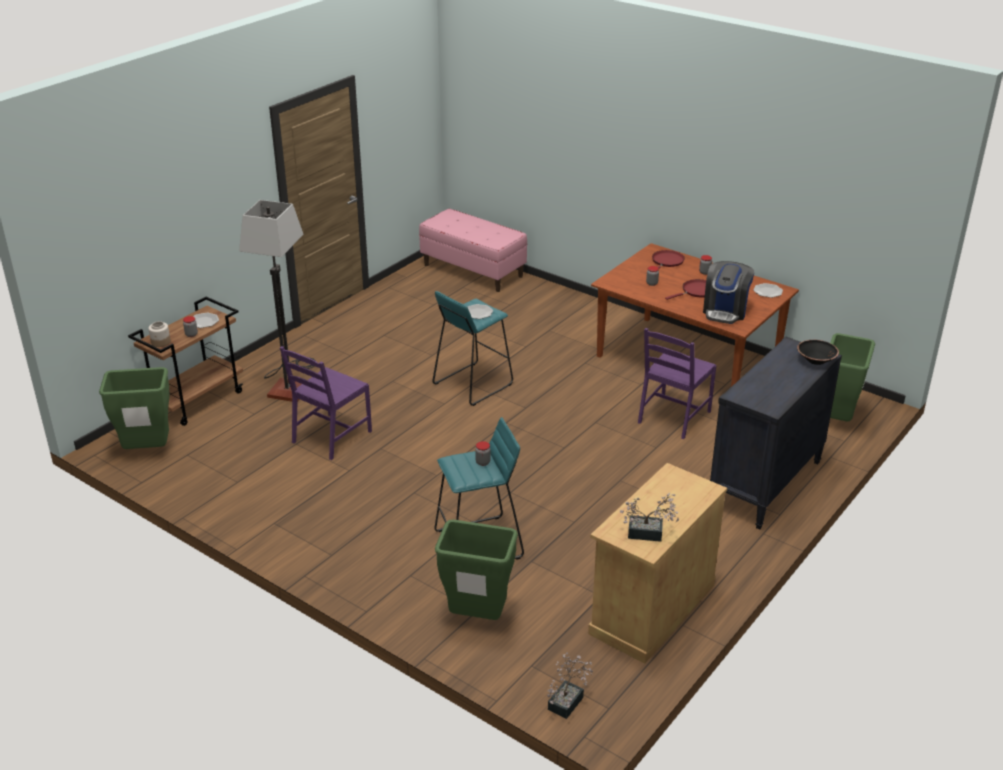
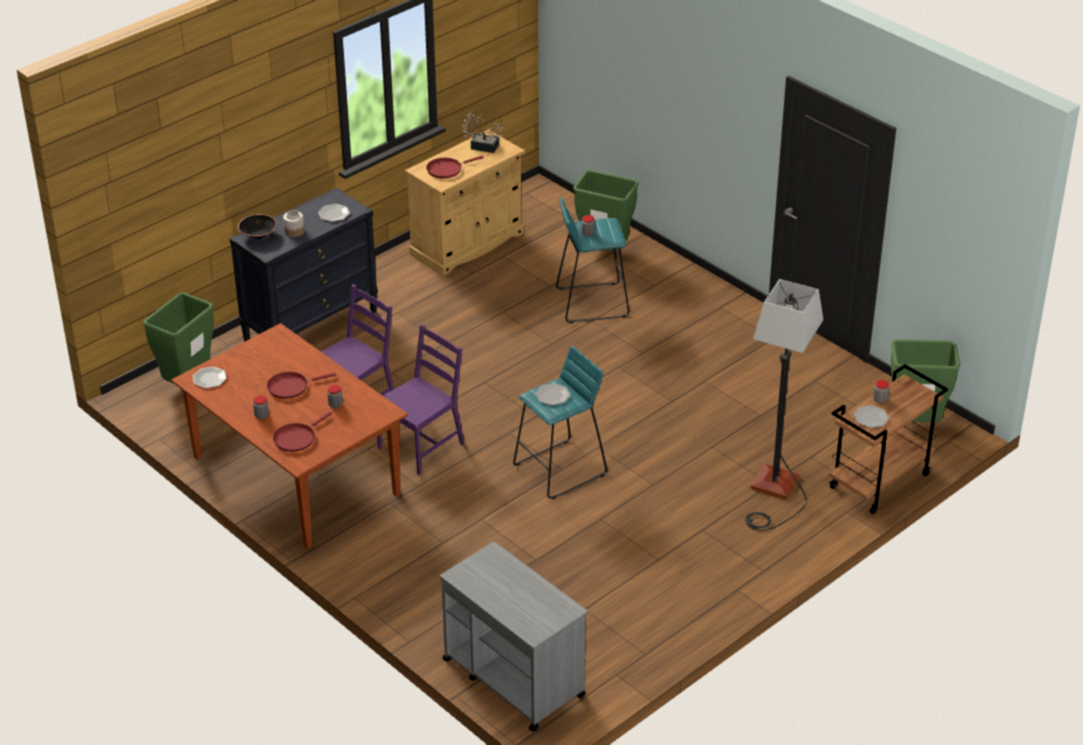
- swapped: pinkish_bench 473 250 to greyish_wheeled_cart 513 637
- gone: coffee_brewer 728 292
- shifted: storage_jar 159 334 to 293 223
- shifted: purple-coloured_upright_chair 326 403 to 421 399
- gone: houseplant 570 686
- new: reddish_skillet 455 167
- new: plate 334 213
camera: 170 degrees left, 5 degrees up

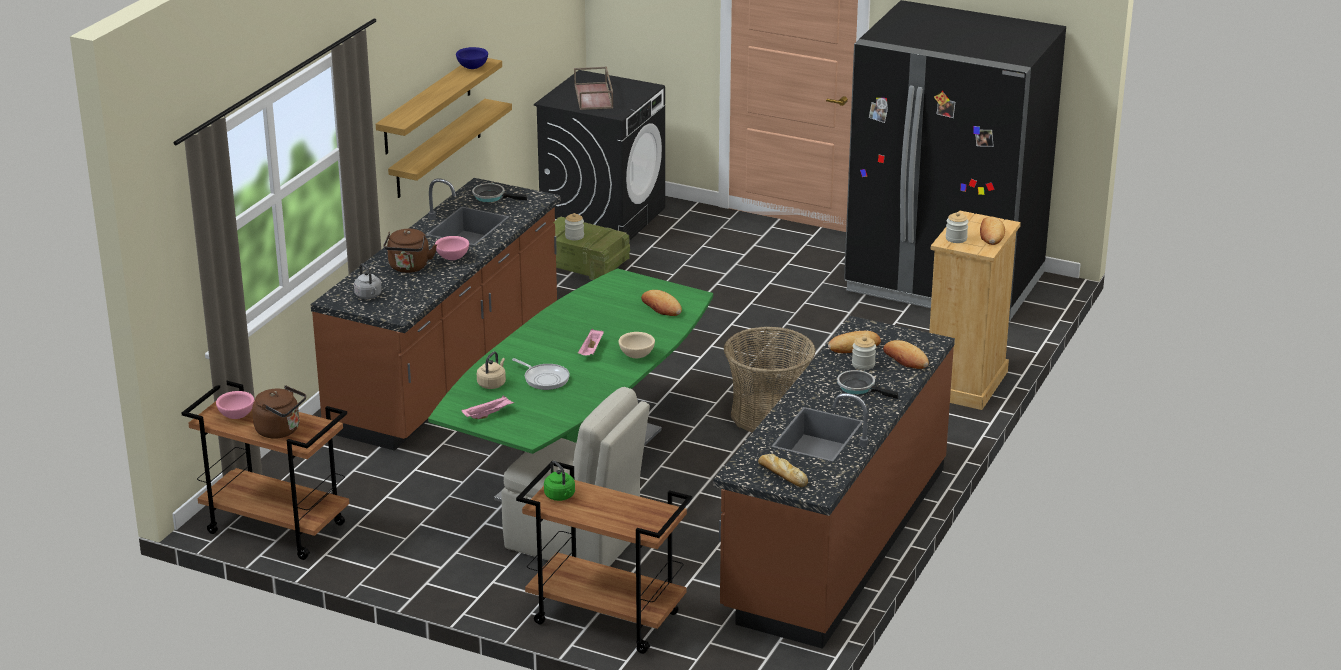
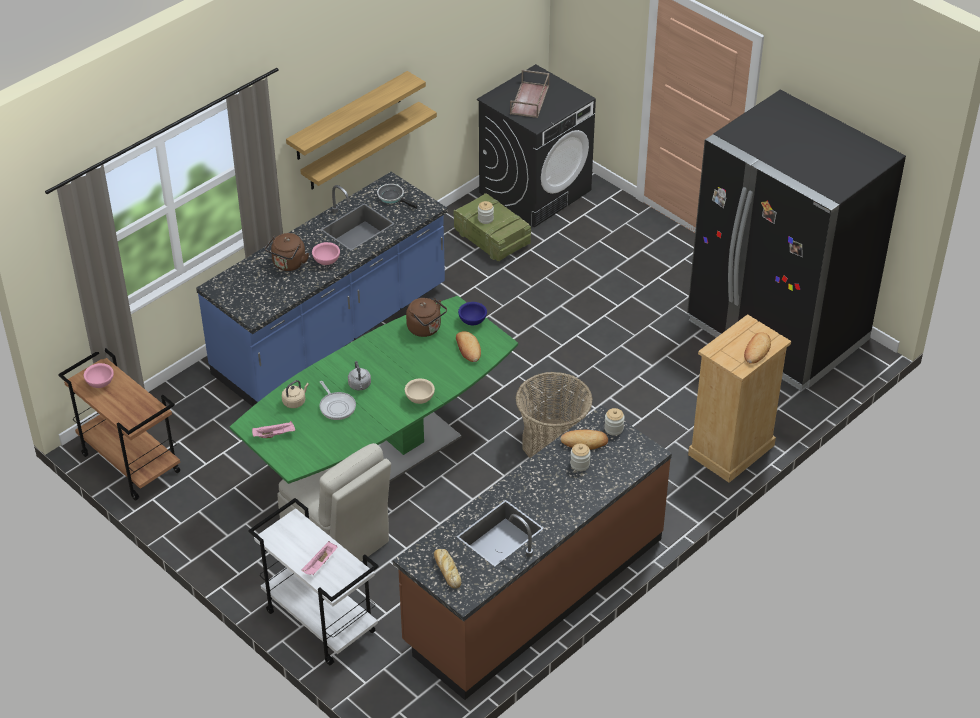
- shifted: blue-coloured_bowl 472 58 to 472 313
- repainted: brown_counter 436 314 to blue-coloured_counter 322 289
- shifted: storage_jar 957 227 to 614 422
- shifted: greyish_tea_kettle 368 281 to 359 376
- shifted: pinkish_tray 591 342 to 319 558
- gone: bakery_bread 906 354
- gone: skillet 867 384
- shifted: brown_tea_kettle 279 412 to 426 317
- repainted: brown_wheeled_cart 604 557 to whitish_wheeled_cart 313 581
- gone: green_tea_kettle 559 481
camera: 20 degrees right, 15 degrees up

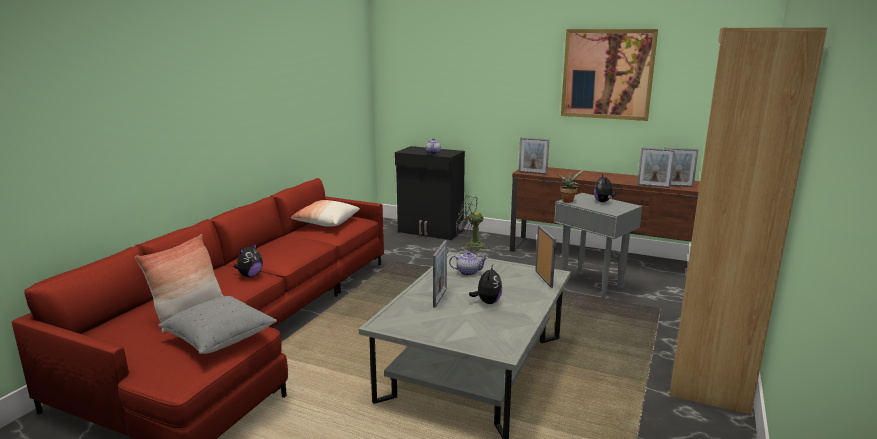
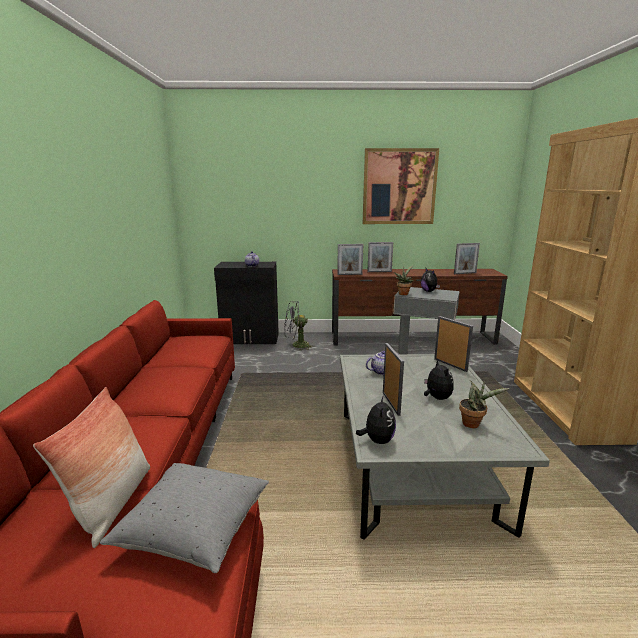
- shifted: photo_frame 656 167 to 380 257
- gone: throw_pillow 325 213
- shifted: cuddly_toy 248 259 to 376 419
- new: houseplant 484 404
camera: 25 degrees left, 0 degrees up

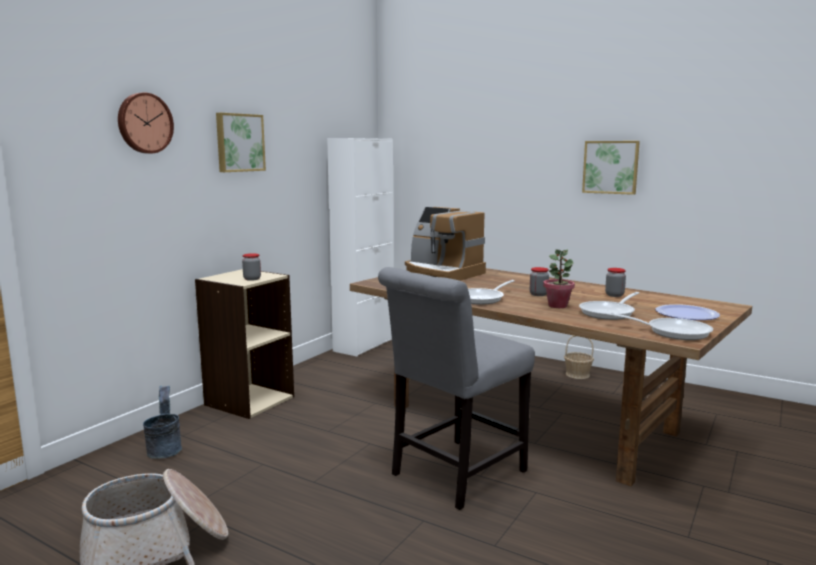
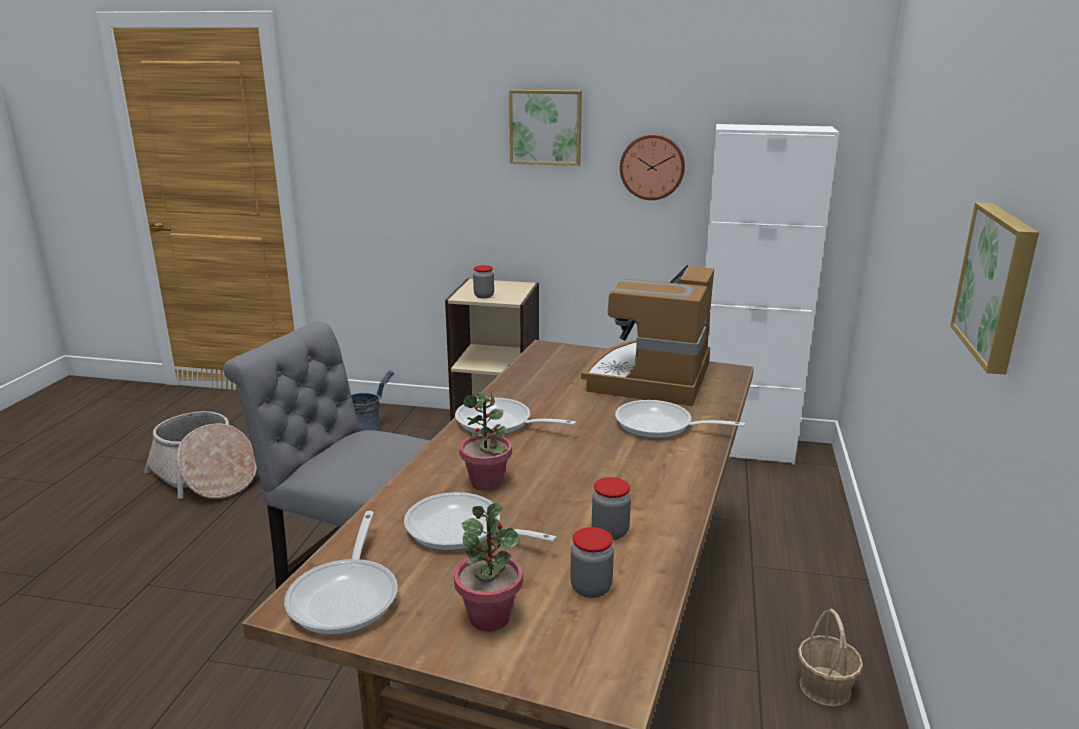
- shifted: clock_on_the_wall 146 123 to 652 167
- shifted: storage_jar 539 281 to 592 562
- swapped: plate 687 312 to houseplant 488 567
- new: skillet 680 419
camera: 70 degrees right, 10 degrees up

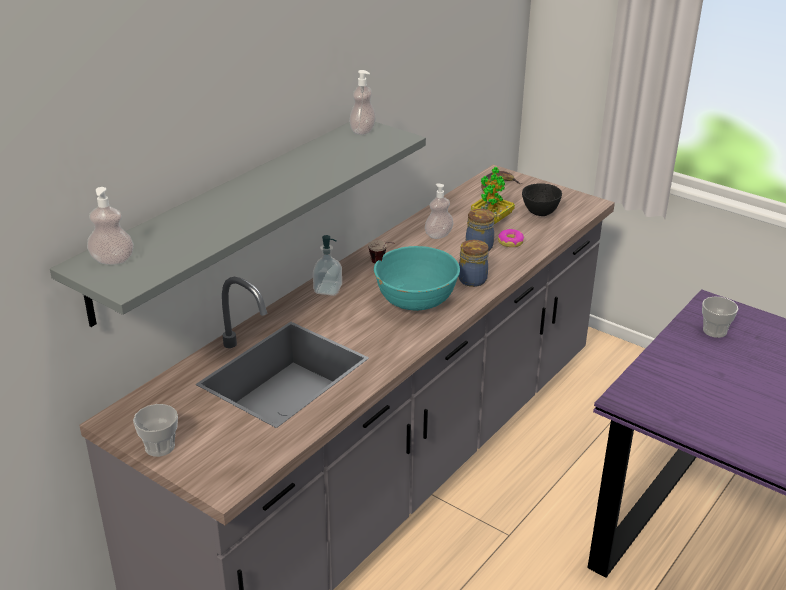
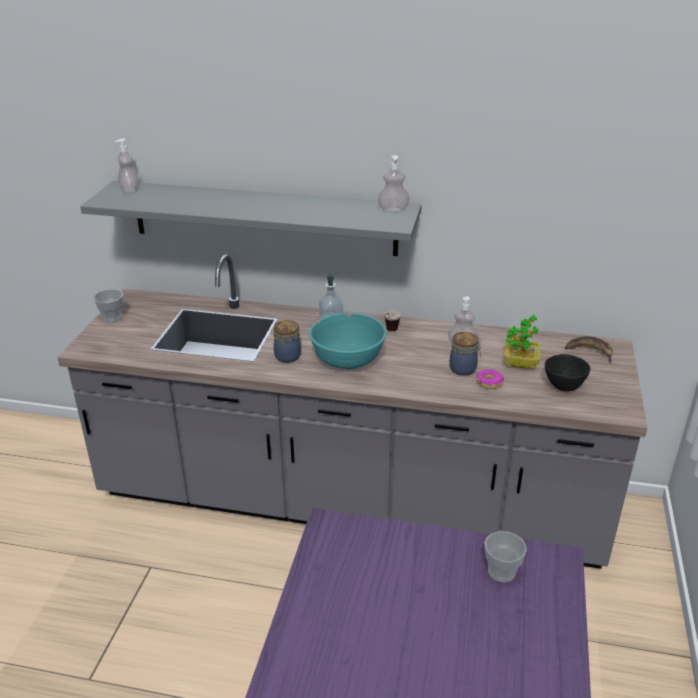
- shifted: storage_jar 473 263 to 287 341
camera: 65 degrees right, 0 degrees up

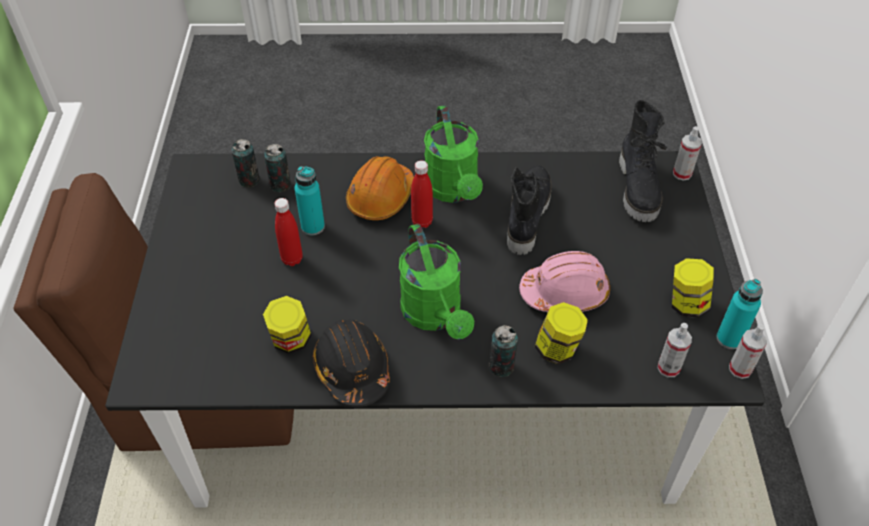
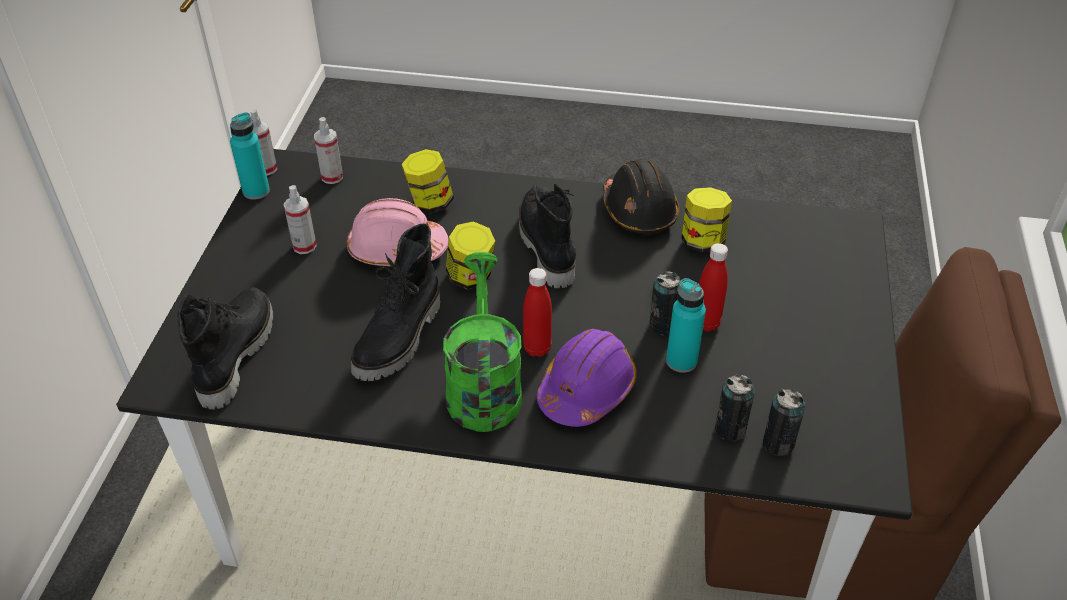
- shifted: sprayer 687 153 to 300 219
- repainted: orange_safety_helmet 380 188 to purple-coloured_safety_helmet 587 378
- swapped: green_watering_pot 436 281 to black_boot 547 236
- shifted: storage_jar 693 288 to 470 255
- shifted: can 503 351 to 665 303
camera: 170 degrees left, 5 degrees down

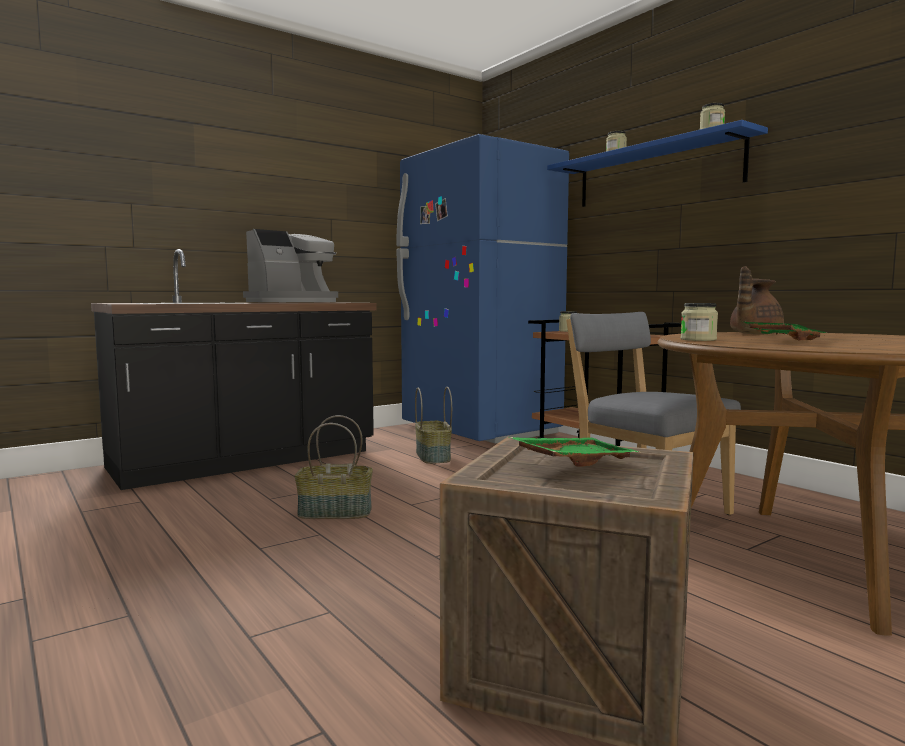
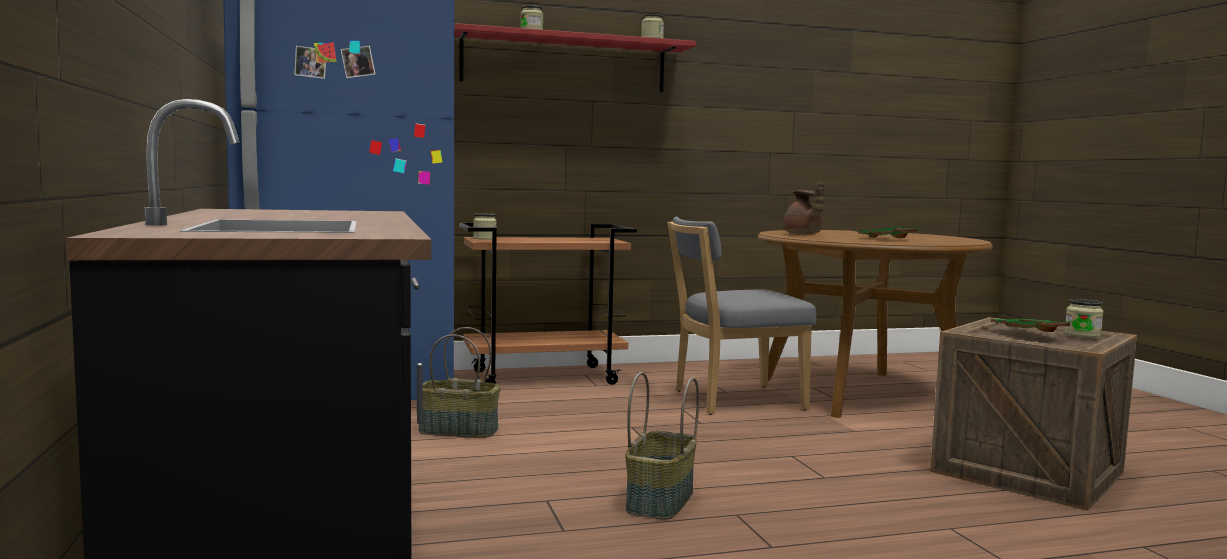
- repainted: blue-coloured_wall_shelf 657 163 to reddish_wall_shelf 575 57
- gone: coffee_brewer 290 265
- shifted: storage_jar 699 322 to 1084 318
camera: 70 degrees left, 0 degrees up

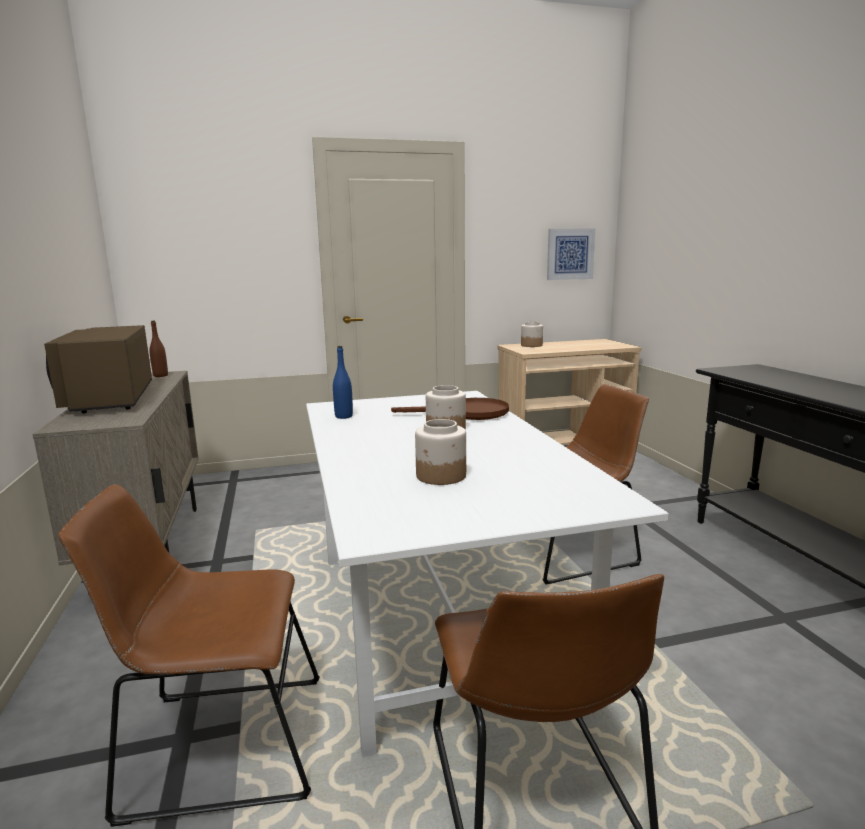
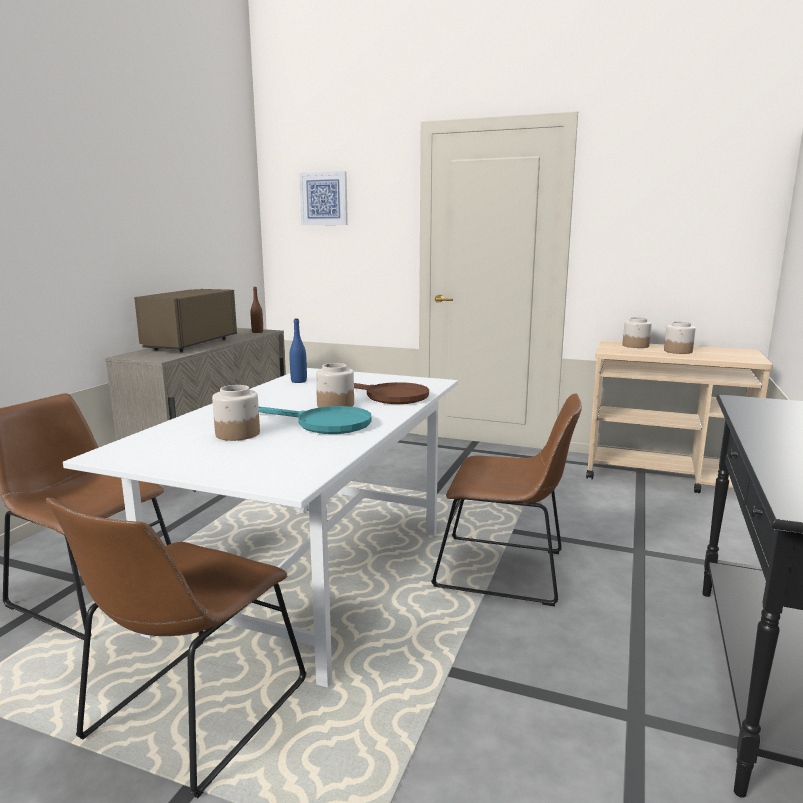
- shifted: picture 571 254 to 323 198
- new: storage_jar 680 337
- new: turquoise-coloured_skillet 315 420
camera: 35 degrees right, 0 degrees up

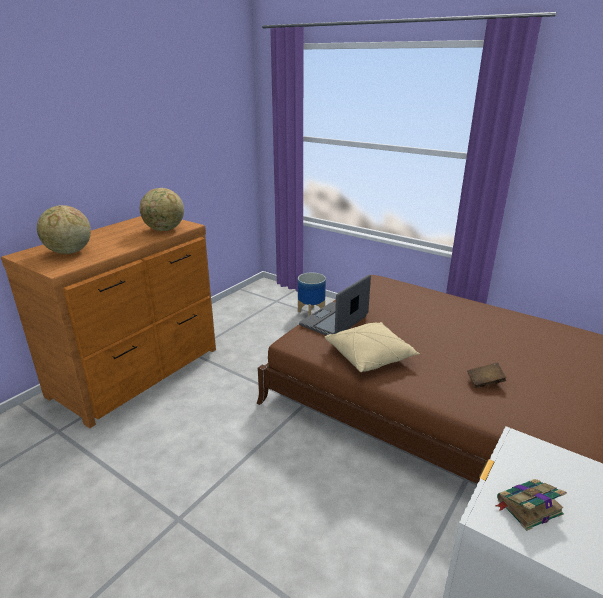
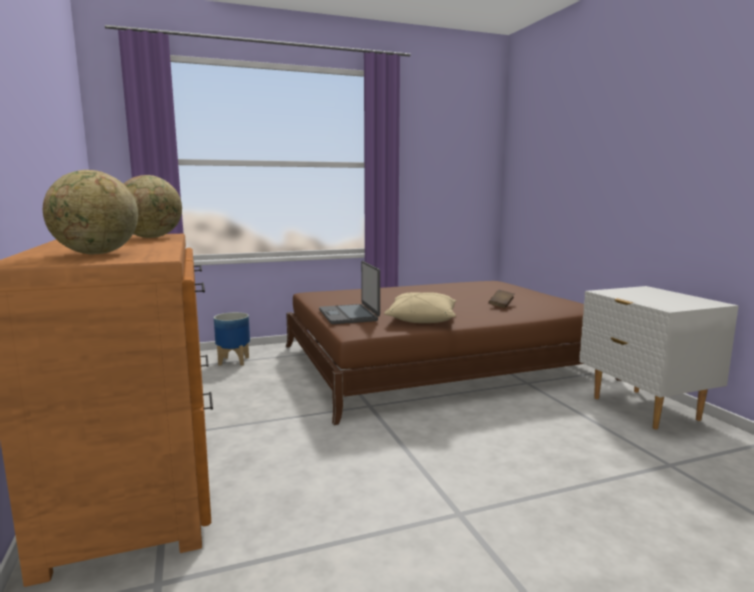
- gone: volume 531 505
camera: 55 degrees left, 15 degrees down

